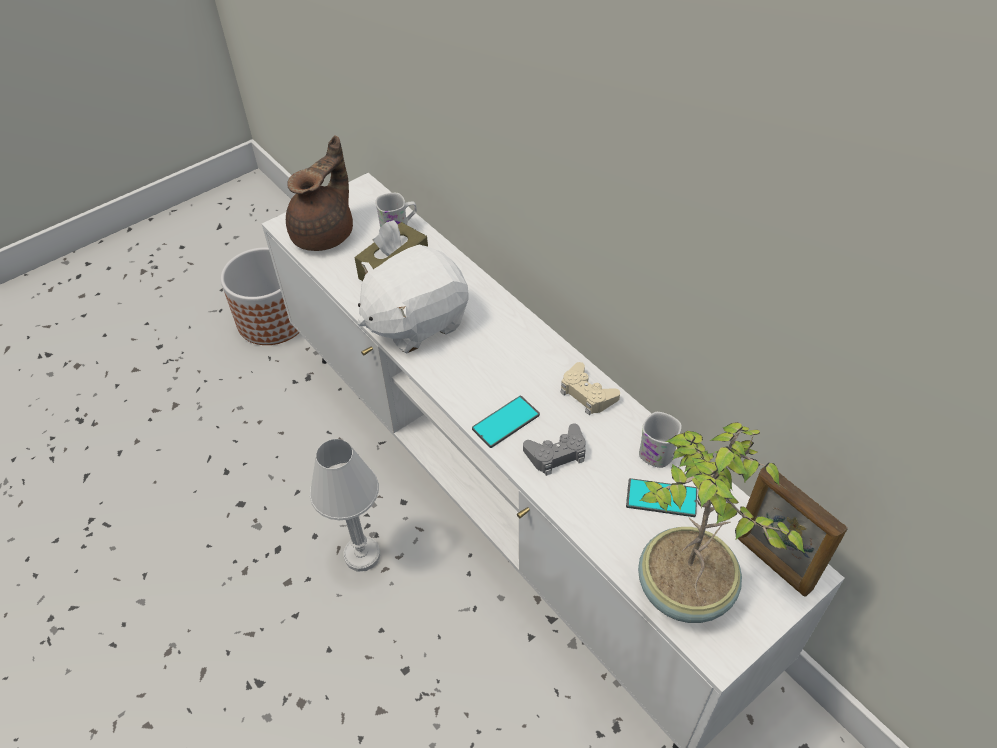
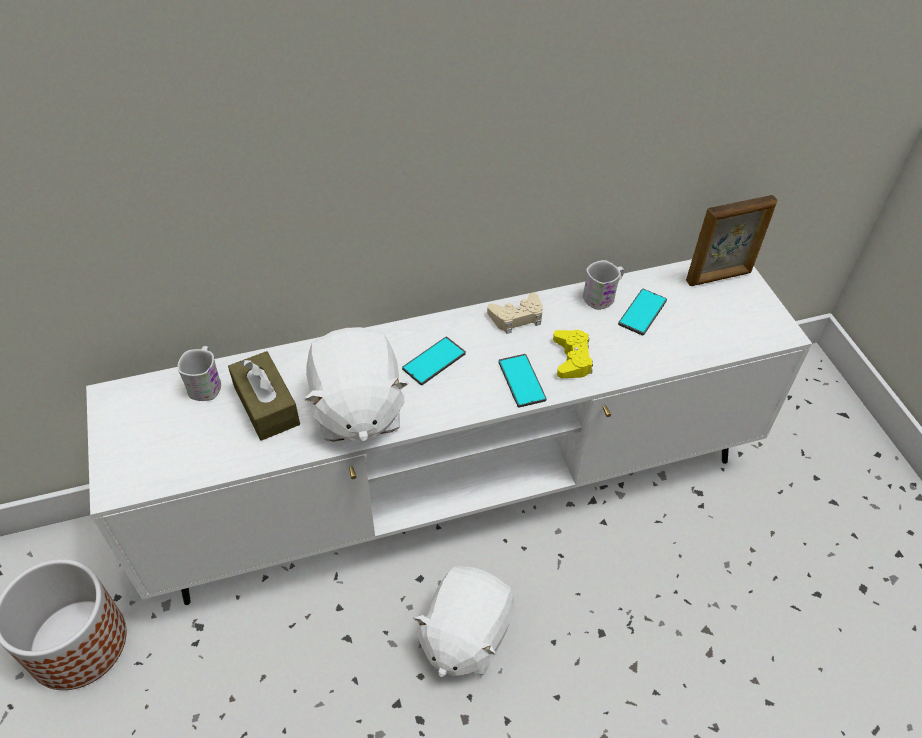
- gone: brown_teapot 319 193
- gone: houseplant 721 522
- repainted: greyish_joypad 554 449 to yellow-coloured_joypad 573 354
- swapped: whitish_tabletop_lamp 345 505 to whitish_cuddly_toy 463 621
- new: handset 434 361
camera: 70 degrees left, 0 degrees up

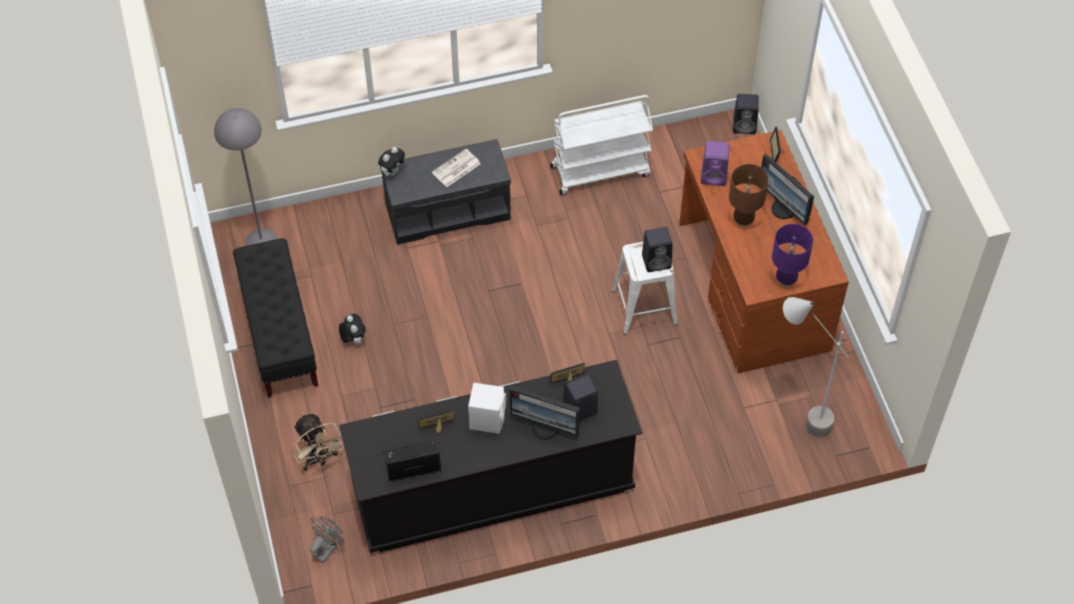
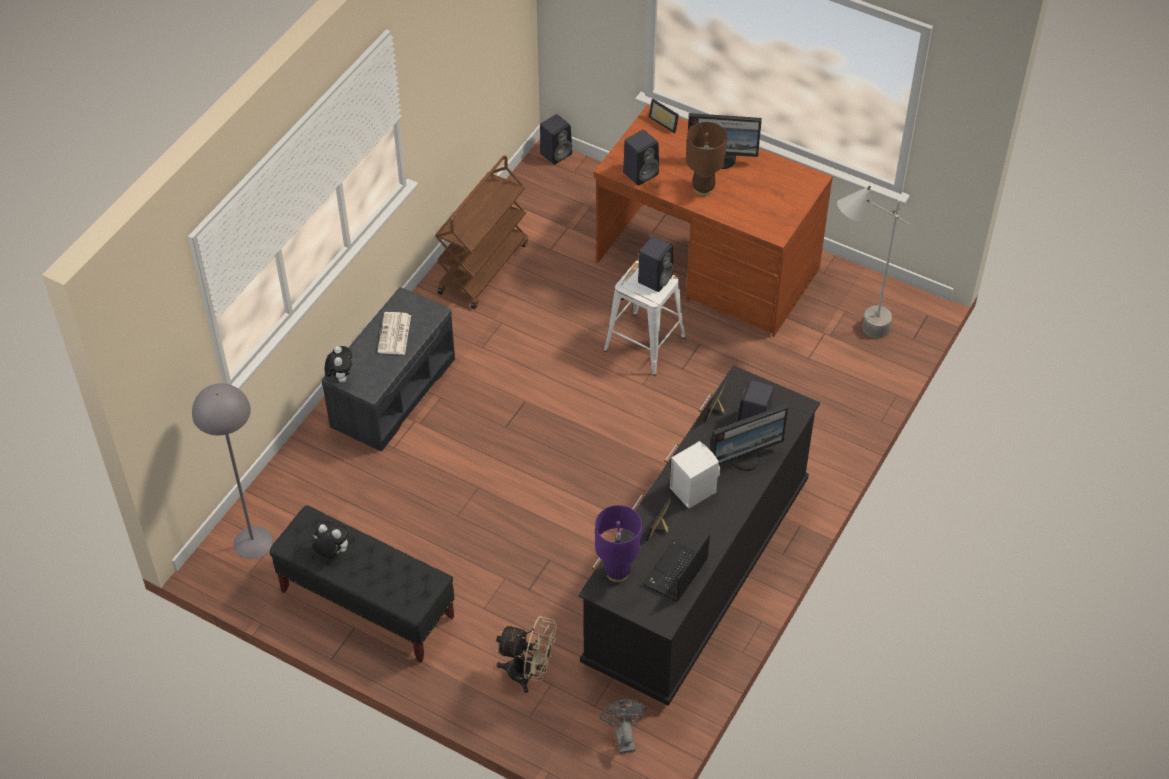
- repainted: whitish_wheeled_cart 601 145 to brown_wheeled_cart 481 232
- repainted: purple-coloured_audio_speaker 715 163 to black_audio_speaker 641 158
- shifted: purple-coloured_tabletop_lamp 792 255 to 618 543
- shifted: cuddly_toy 352 329 to 330 540
camera: 45 degrees left, 5 degrees down

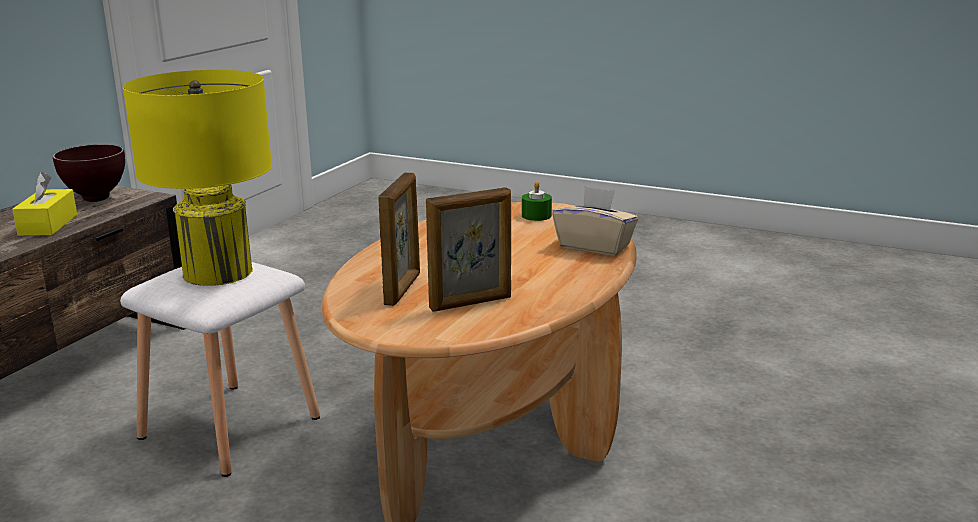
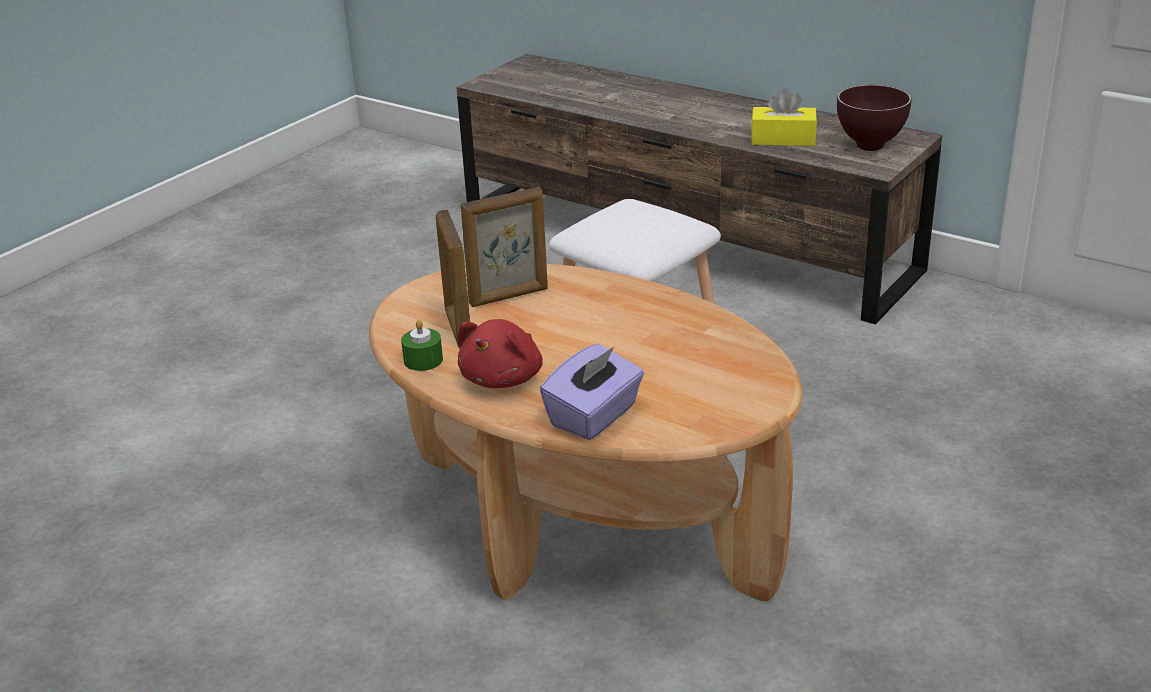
- gone: yellow-coloured_tabletop_lamp 197 178
- rotated: photo_frame 399 239 = 504 247 45 degrees counterclockwise
- shifted: green_wax_light 537 201 to 422 345
- repainted: beige_box_of_tissues 595 221 to purple-coloured_box_of_tissues 592 392
- new: reddish_cuddly_toy 500 353
camera: 100 degrees right, 10 degrees up

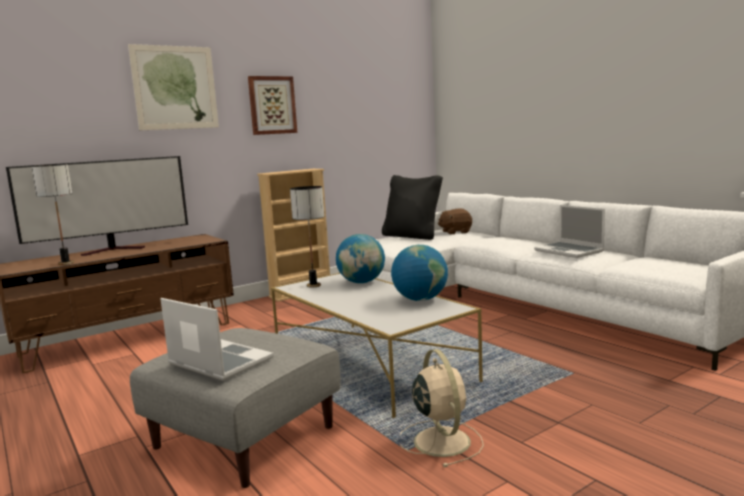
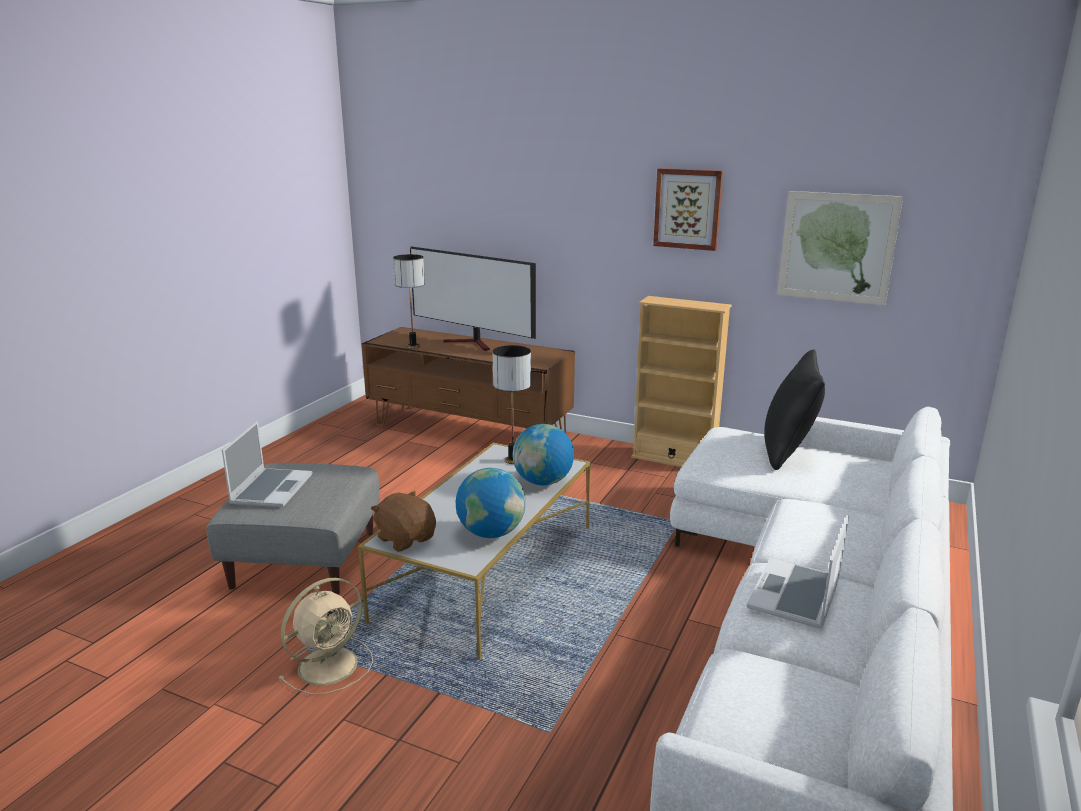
- shifted: picture 173 87 to 840 248
- shifted: brown_cuddly_toy 455 221 to 403 521
camera: 60 degrees right, 10 degrees up

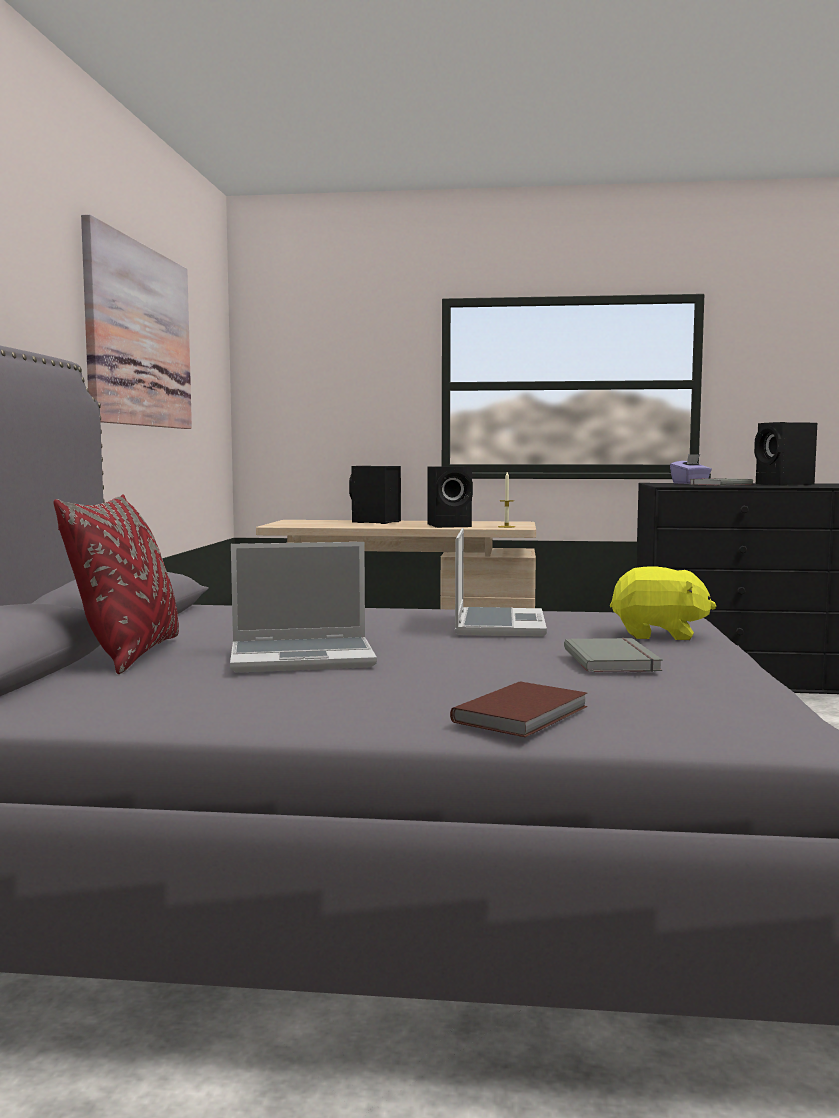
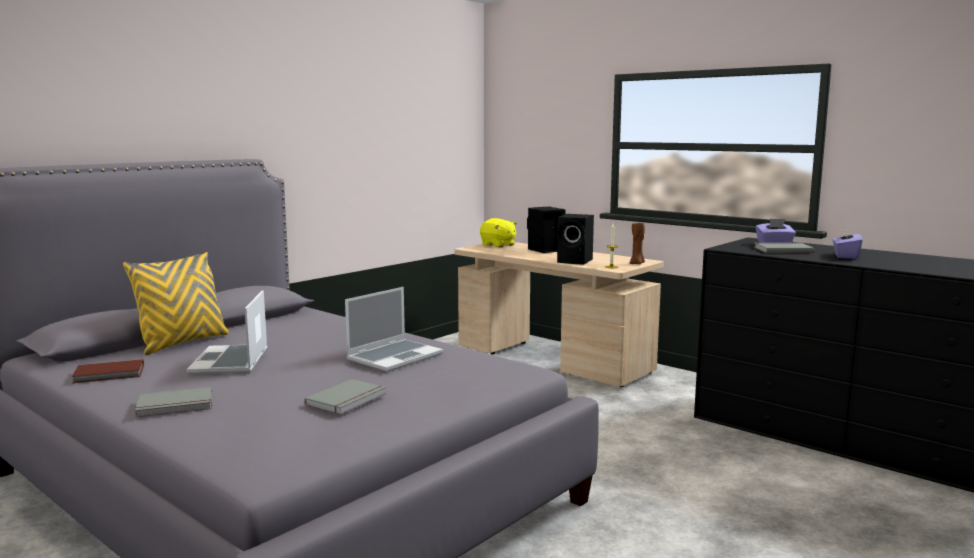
- gone: picture 136 321
- swapped: black_audio_speaker 785 454 to purple-coloured_box_of_tissues 847 244
- repainted: reddish_throw_pillow 116 584 to yellow-coloured_throw_pillow 176 303
- rotated: laptop 303 607 = 226 332 60 degrees clockwise
- shifted: yellow-coloured_cuddly_toy 663 603 to 498 232
- shifted: brown_volume 518 709 to 108 371
- new: brown_wax_light 637 242
- new: greyish_volume 173 402
camera: 35 degrees right, 5 degrees up

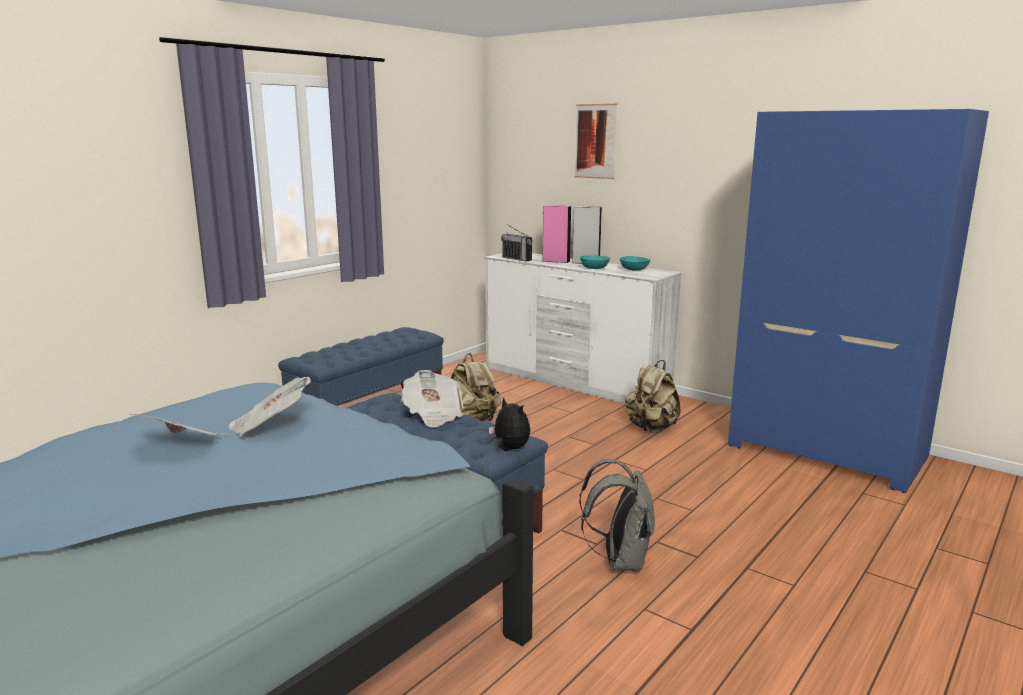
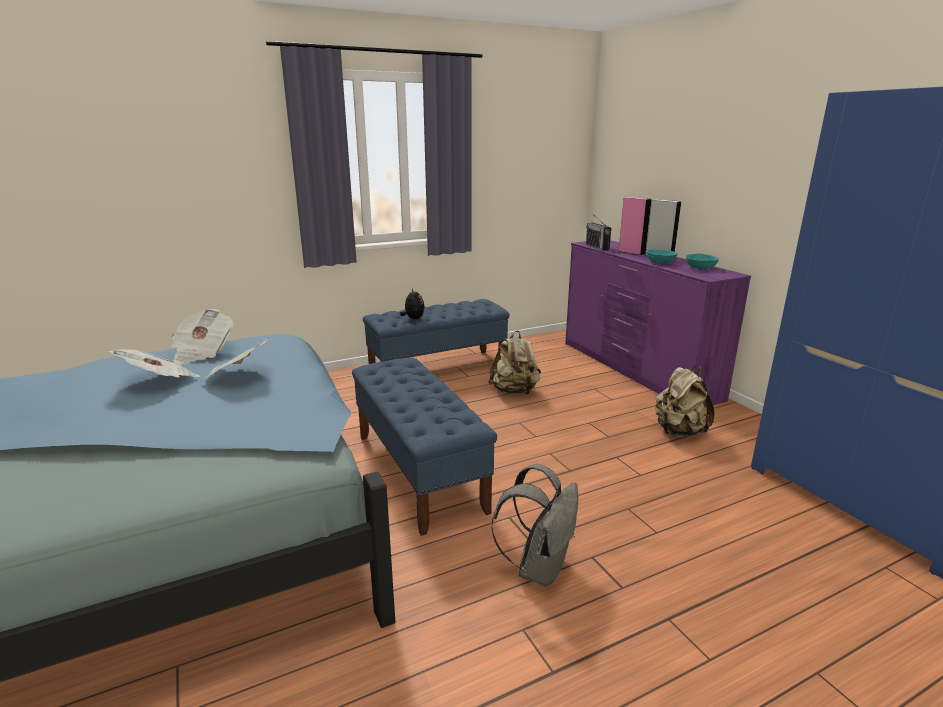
- gone: picture 596 141
- repainted: whitish_chest_of_drawers 583 328 to purple-coloured_chest_of_drawers 658 324
- shifted: printed_paper 432 399 to 202 336
- shifted: cuddly_toy 509 423 to 412 303
camera: 25 degrees right, 5 degrees up

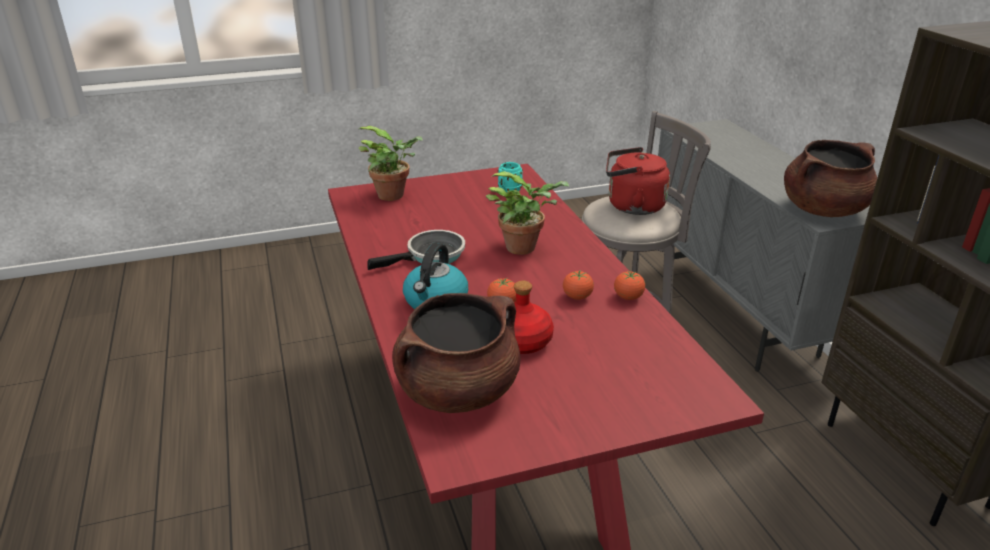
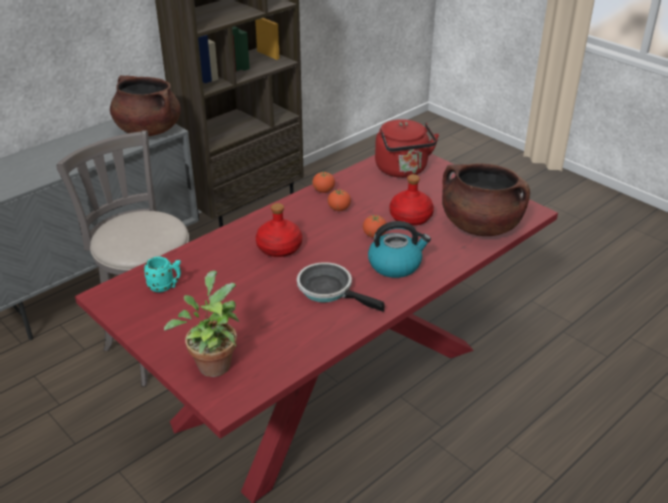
- shifted: reddish_tea_kettle 638 181 to 407 148
- swapped: houseplant 528 213 to reddish_beverage_bottle 279 230
camera: 115 degrees left, 5 degrees up

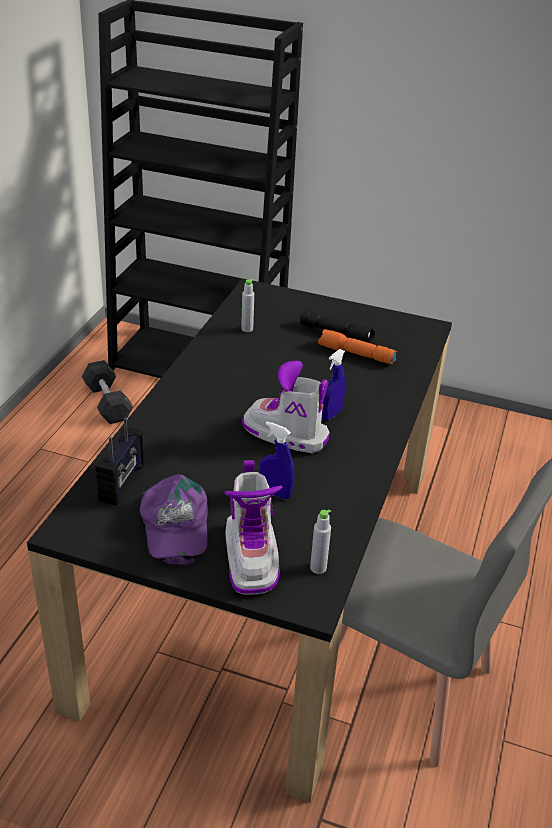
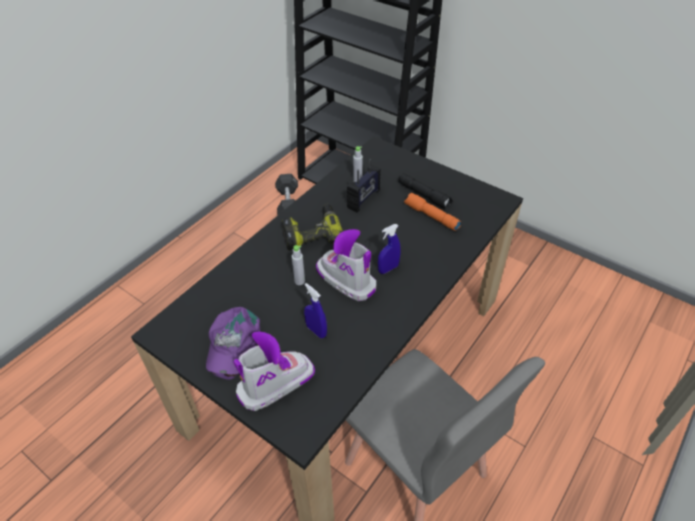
- shifted: radio 119 462 to 364 185
- rotated: boot 253 527 = 274 371 135 degrees counterclockwise
- shifted: greyish_beverage_bottle 320 542 to 298 265
- new: drill 312 227
camera: 20 degrees right, 10 degrees up

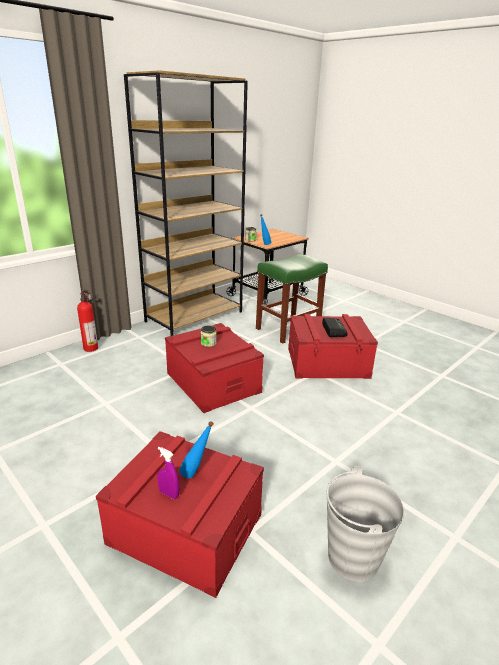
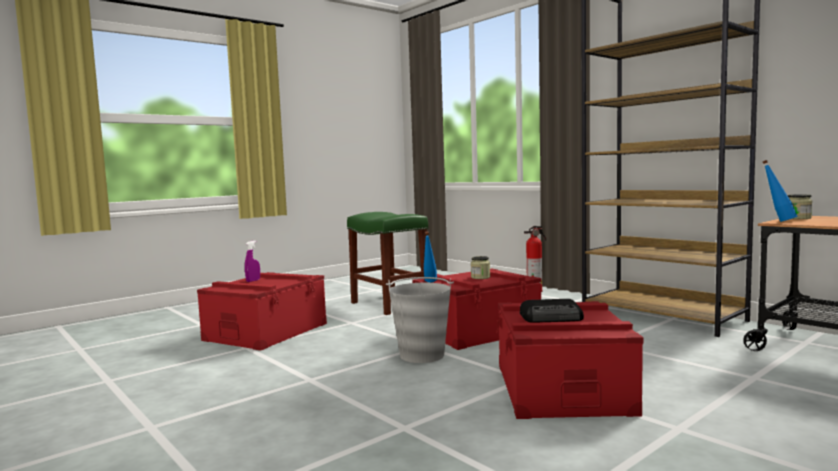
- shifted: green_sitting_stool 292 299 to 387 263
- shifted: blue-coloured_beverage_bottle 196 449 to 430 256
- shifted: greyish_water_bucket 365 524 to 420 320
camera: 95 degrees right, 20 degrees down

